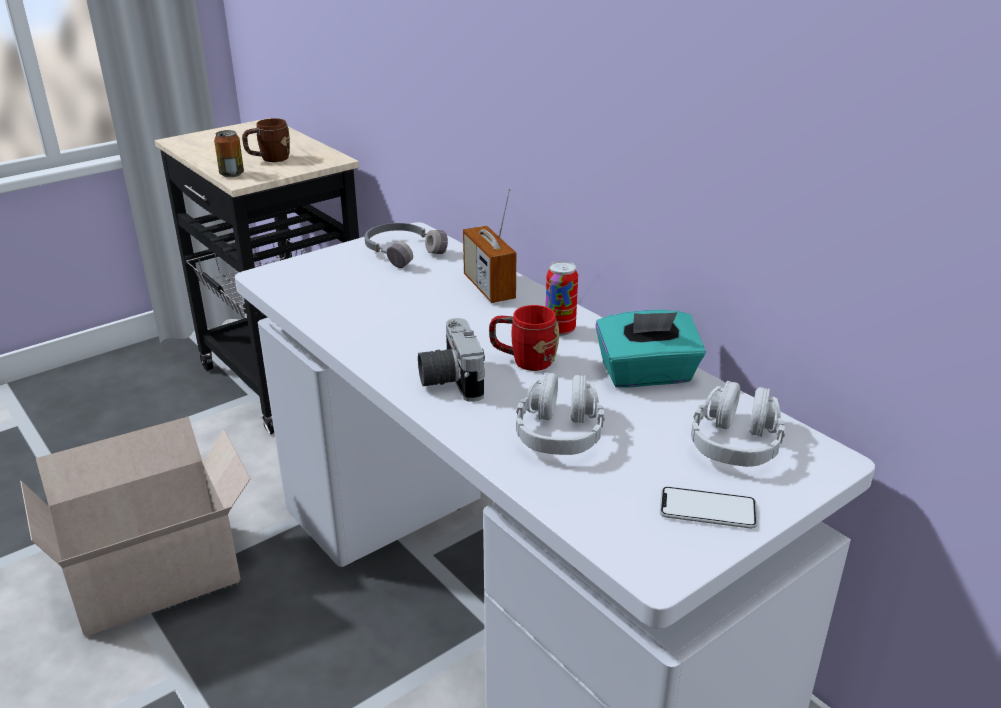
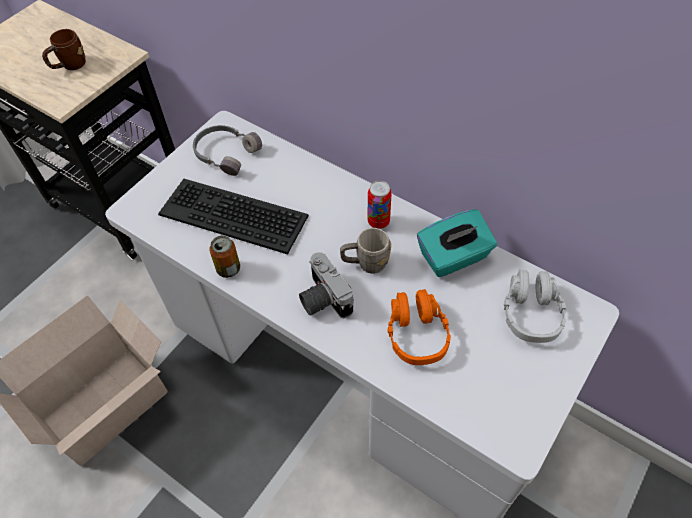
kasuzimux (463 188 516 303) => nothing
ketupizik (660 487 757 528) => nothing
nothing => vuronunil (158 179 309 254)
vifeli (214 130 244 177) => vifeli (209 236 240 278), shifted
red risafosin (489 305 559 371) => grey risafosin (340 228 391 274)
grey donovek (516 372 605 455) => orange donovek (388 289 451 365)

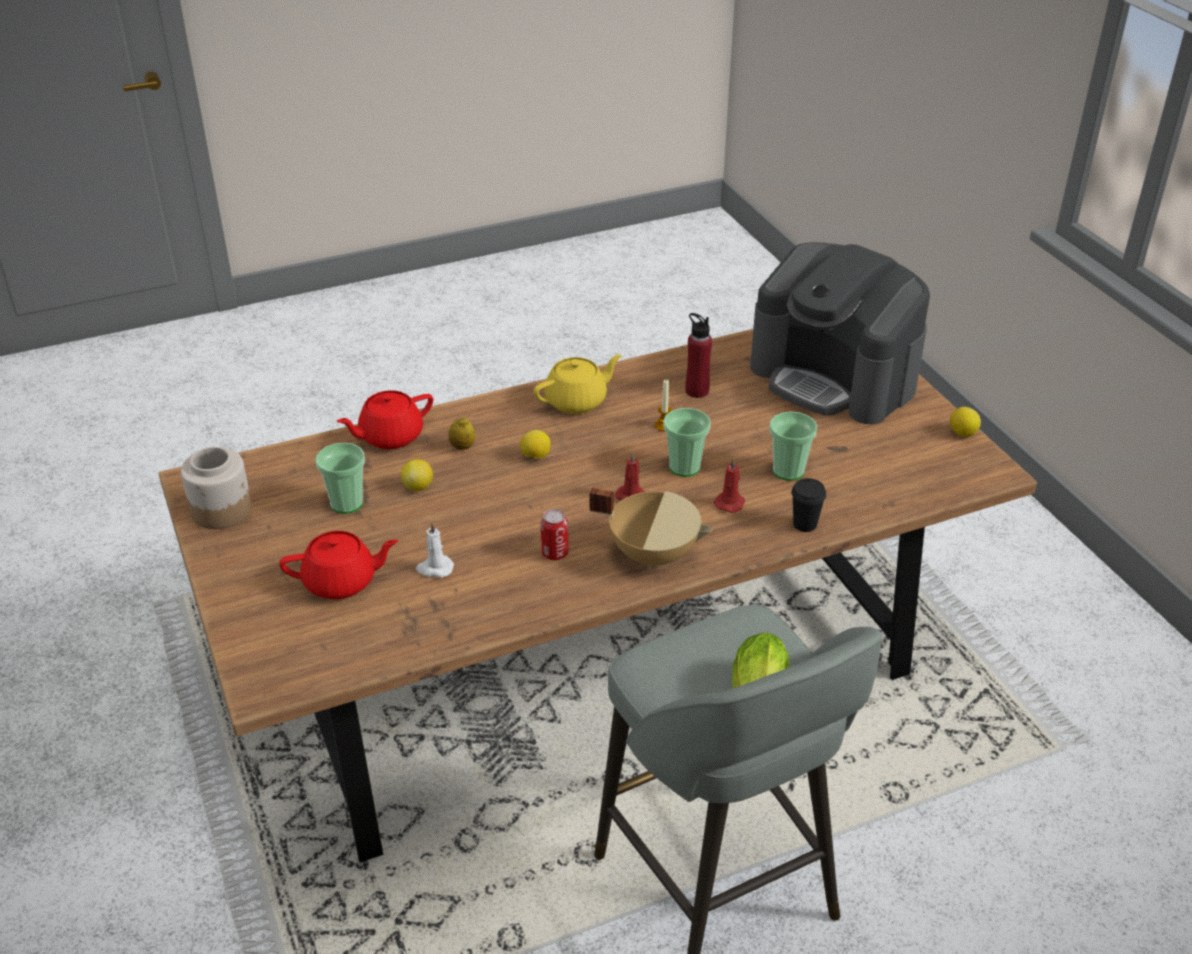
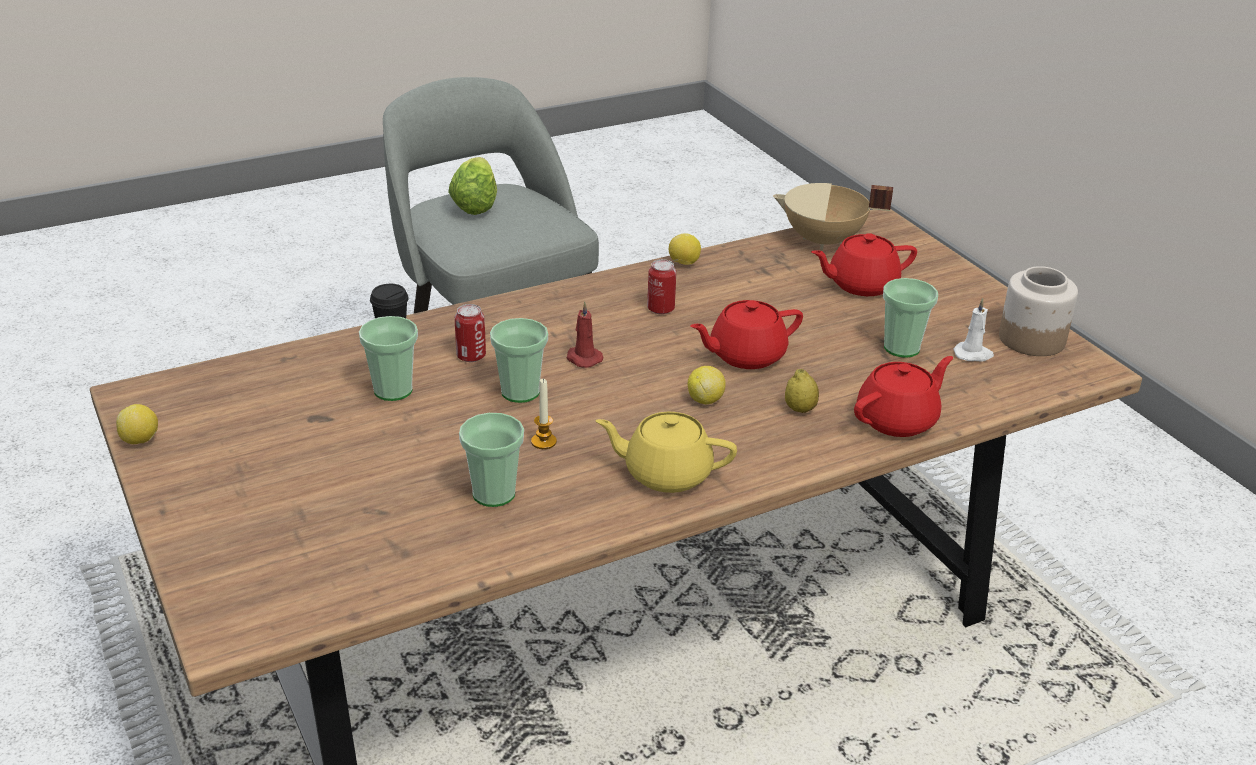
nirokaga (750 242 930 424) => nothing
nothing => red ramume (690 300 803 369)
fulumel (401 459 433 491) => fulumel (669 233 701 265), shifted
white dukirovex (416 522 454 578) => white dukirovex (953 298 994 362), shifted
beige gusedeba (590 488 713 569) => beige gusedeba (773 183 893 250), shifted
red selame (685 313 712 398) => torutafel (459 413 524 507)
red dukirovex (714 457 745 513) => vifeli (455 304 486 362)
yellow ramume (533 355 622 414) => yellow ramume (595 411 737 493), 45 degrees clockwise

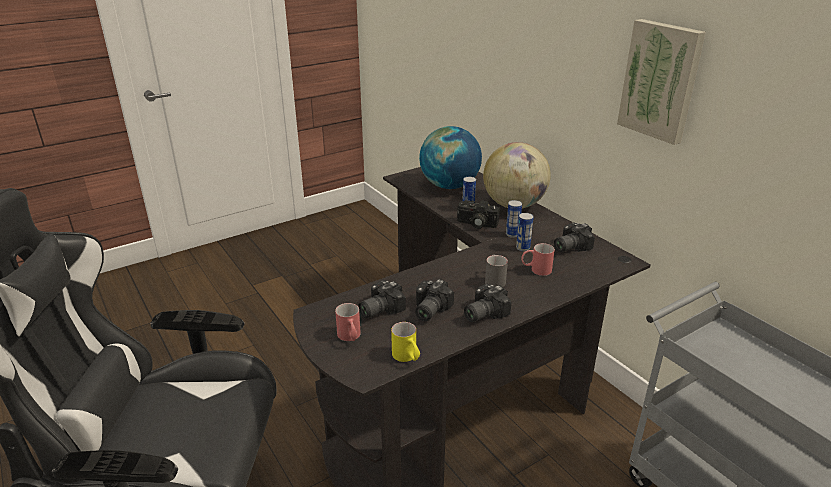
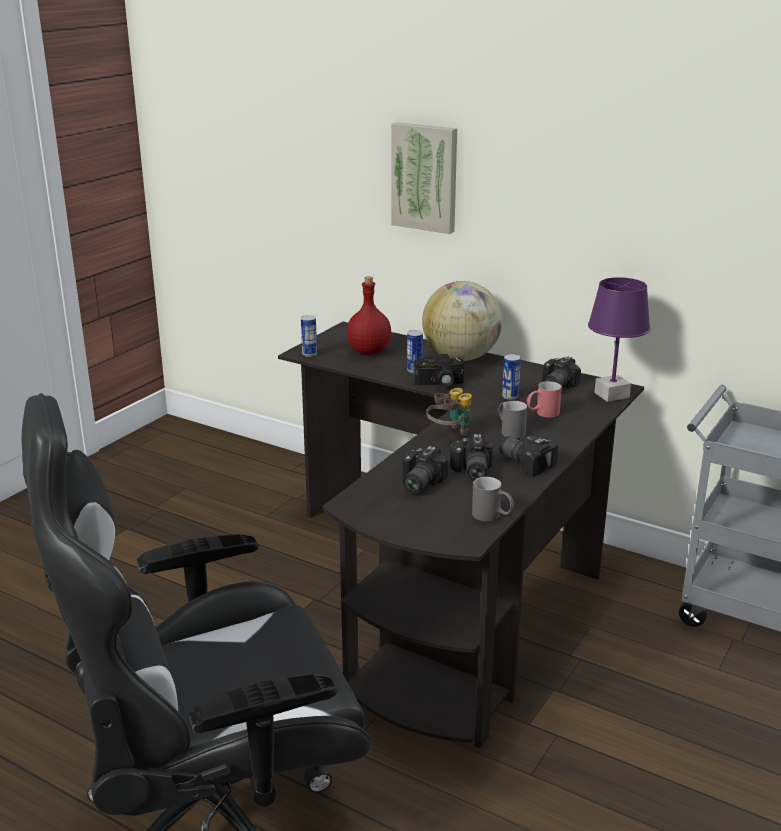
red risafosin (335 303 361 341) => nothing
nothing => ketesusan (426 388 472 436)
nothing => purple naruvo (588 277 650 402)
vifeli (506 200 522 238) => vifeli (301 315 317 357), shifted
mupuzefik (617 19 706 145) => mupuzefik (391 122 457 234), shifted
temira (419 126 482 189) => red selame (347 276 391 354)
yellow risafosin (391 322 420 362) => grey risafosin (472 477 514 522)
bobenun (464 284 511 322) => bobenun (500 436 558 477), 105 degrees clockwise

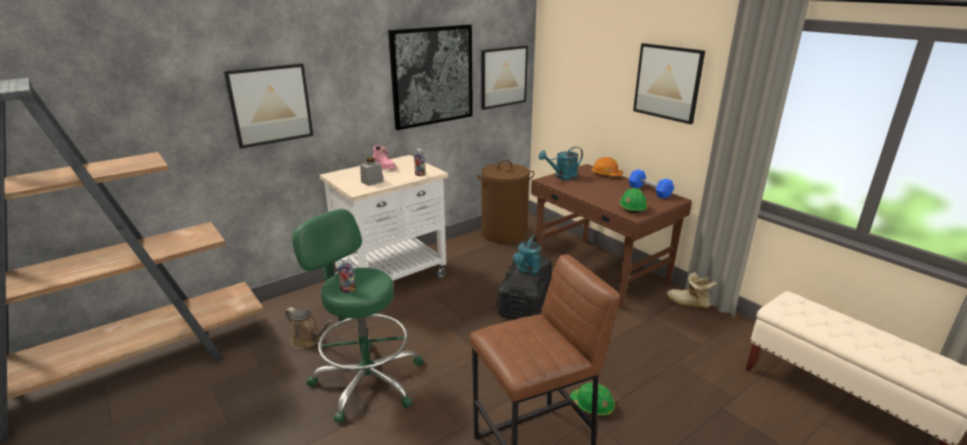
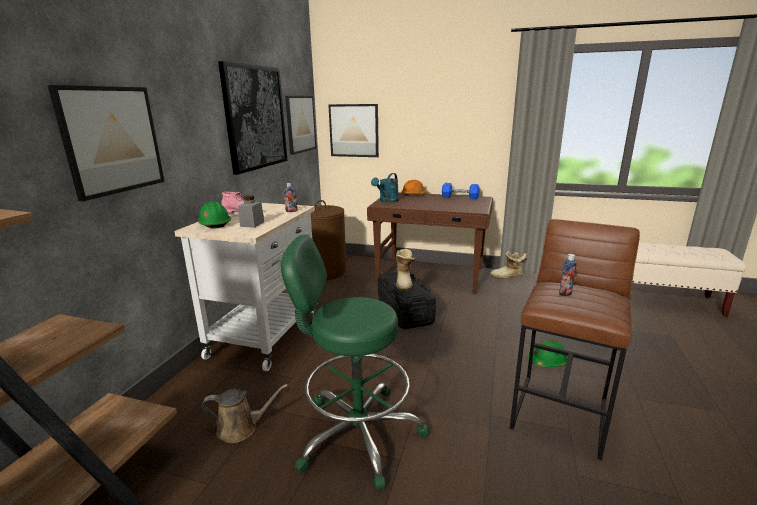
selame (338 257 356 293) => selame (559 254 577 296), shifted
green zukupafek (619 188 648 213) => green zukupafek (197 201 231 228), shifted
mupuzefik (633 43 705 124) => mupuzefik (328 104 379 157), shifted
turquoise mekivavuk (513 235 541 275) => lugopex (396 249 416 291)

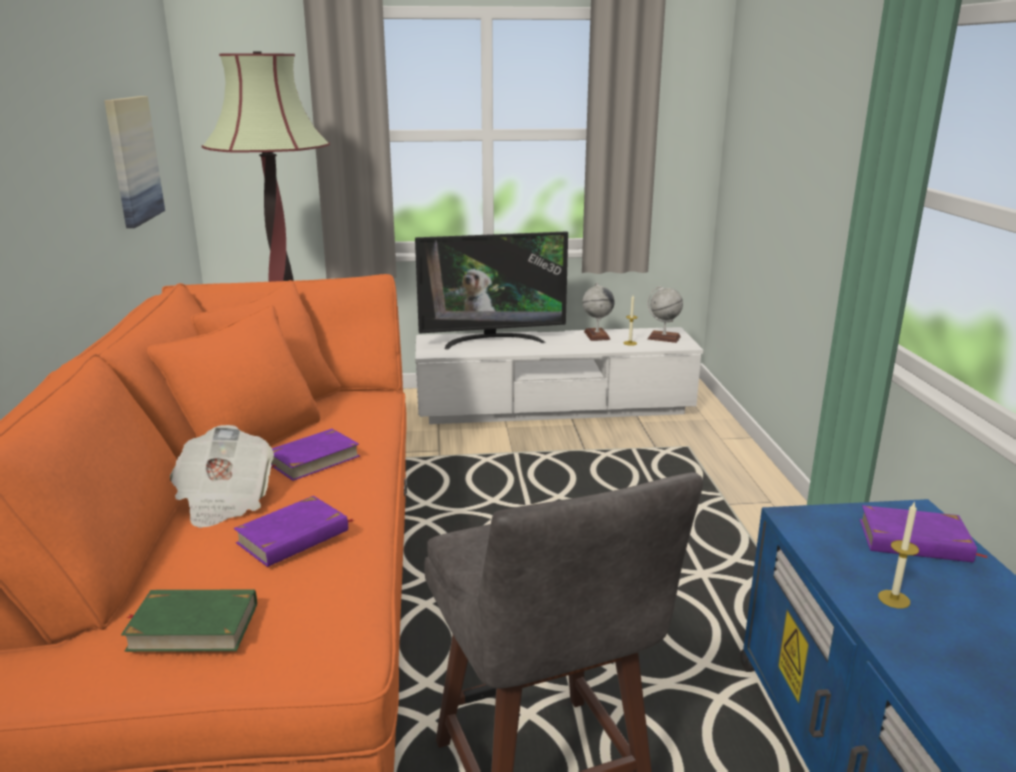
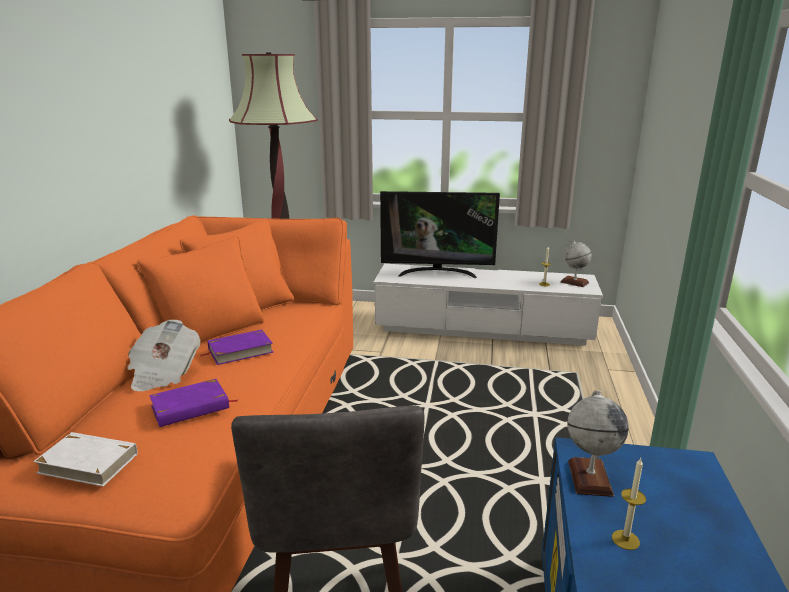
mupuzefik (104 96 165 228) => nothing
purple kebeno (860 505 988 562) => nothing
temira (582 283 615 341) => temira (567 390 629 497), shifted
green kebeno (121 590 257 652) => white kebeno (33 432 137 486)

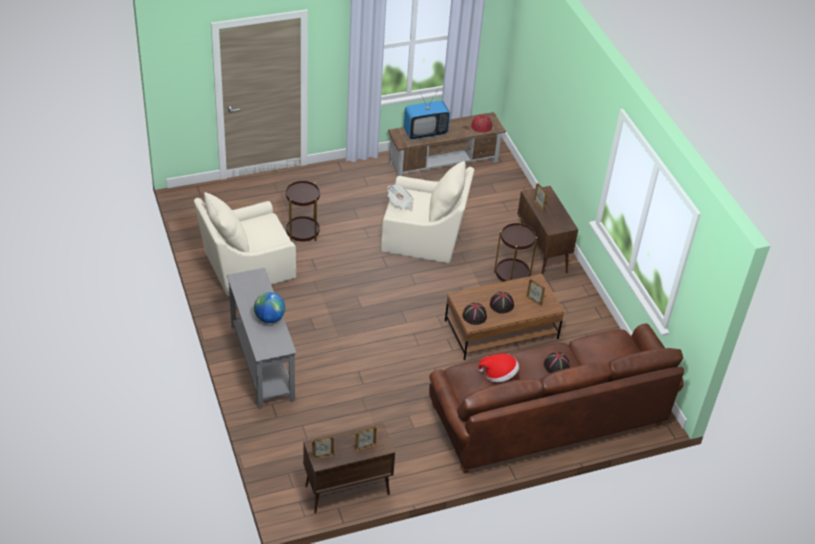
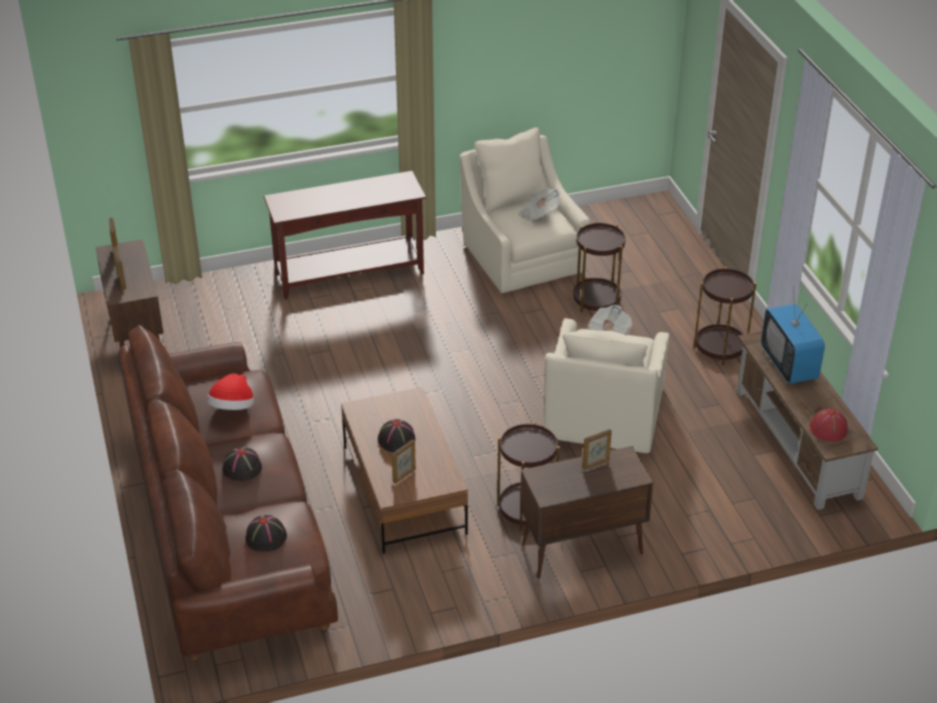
temira (254 292 285 323) => nothing
nothing => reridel (518 188 561 223)
nothing => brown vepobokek (693 267 756 365)
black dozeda (462 303 487 325) => black dozeda (246 515 287 552), shifted
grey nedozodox (227 268 297 409) => brown nedozodox (264 171 426 300)

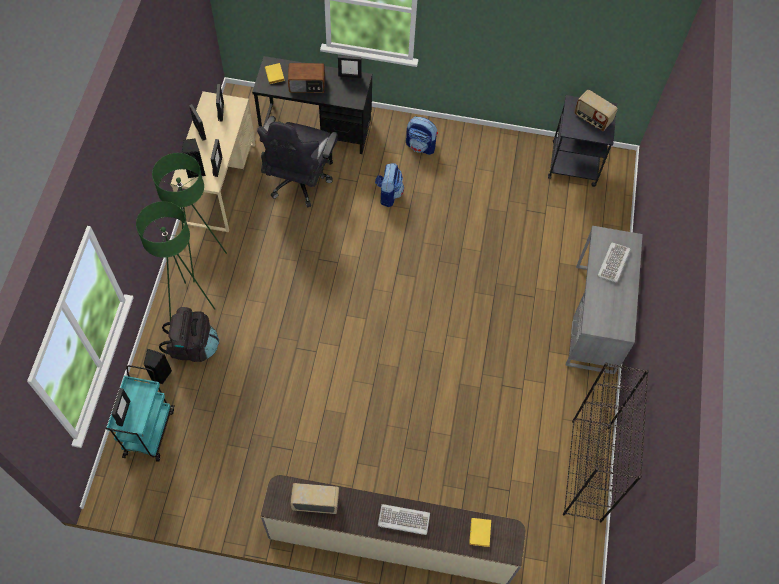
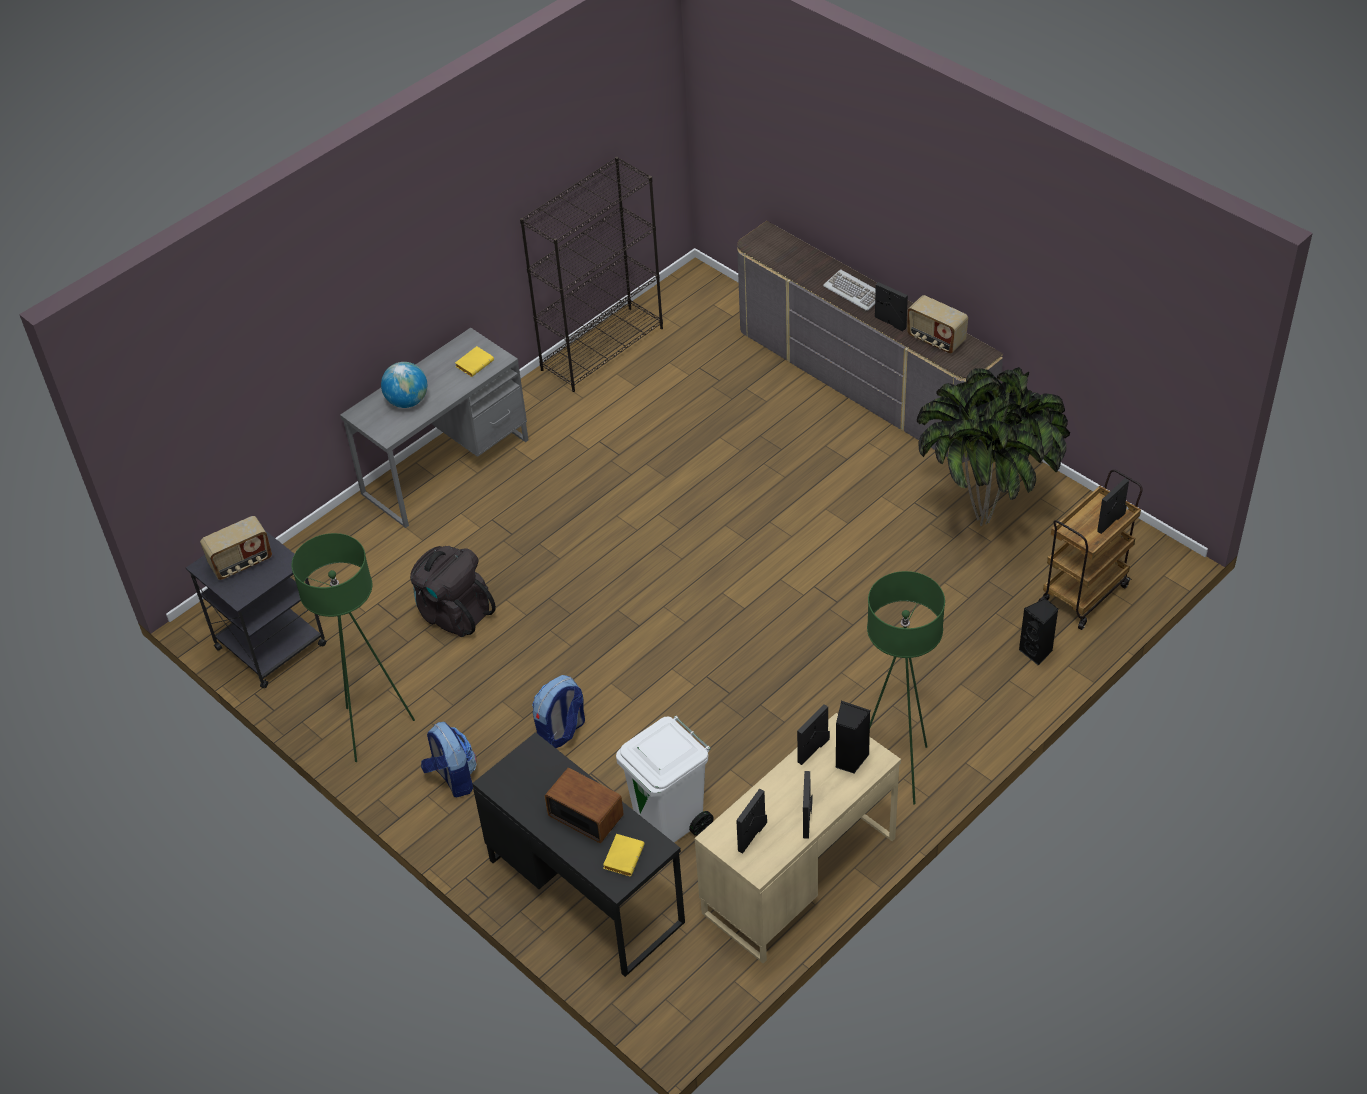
nothing => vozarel (917 367 1070 526)
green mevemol (136 201 215 322) => green mevemol (291 533 415 762), shifted
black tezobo (159 307 219 362) => black tezobo (410 546 496 637), shifted
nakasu (338 55 362 78) => nakasu (875 282 908 332), shifted
yellow kebeno (469 518 491 547) => yellow kebeno (455 346 494 377), shifted
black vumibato (257 116 338 208) => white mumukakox (616 716 714 843)
vuronunil (598 242 631 283) => temira (381 362 427 408)
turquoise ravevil (106 365 174 461) => brown ravevil (1038 469 1143 630)
kasuzimux (574 90 618 131) => kasuzimux (200 516 272 580), 75 degrees clockwise

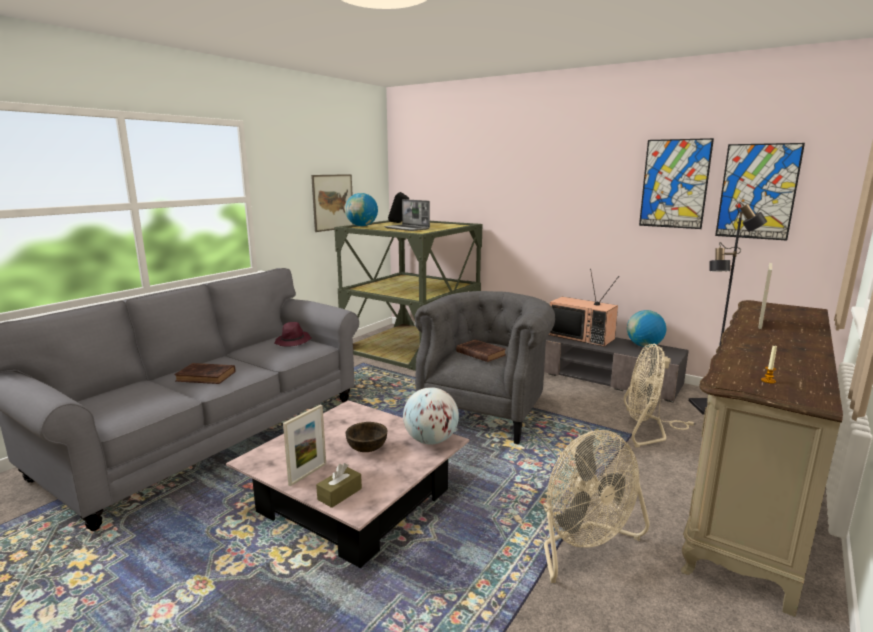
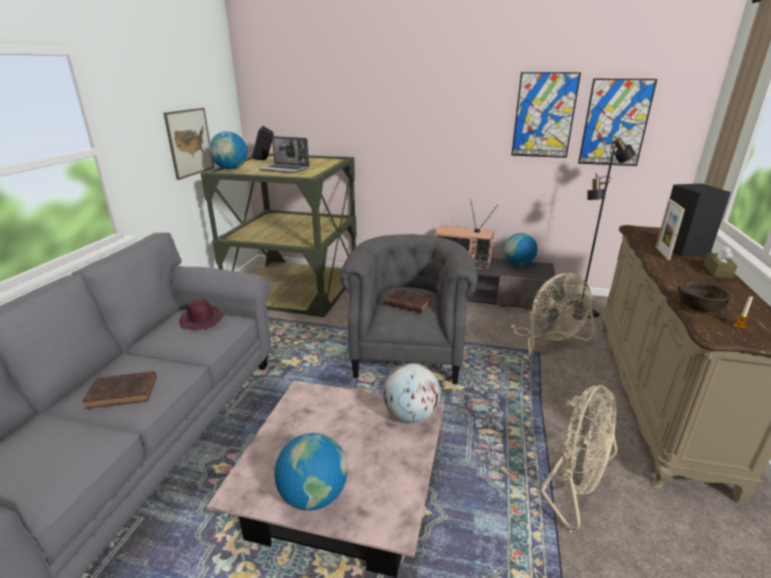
nothing => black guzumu (670 184 731 257)
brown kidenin (316 463 362 508) => brown kidenin (704 246 737 279), shifted
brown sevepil (345 422 387 452) => brown sevepil (678 281 732 312), shifted
nakasu (283 405 326 486) => temira (274 433 348 511)
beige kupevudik (624 344 696 448) => beige kupevudik (511 273 596 357), 105 degrees counterclockwise

